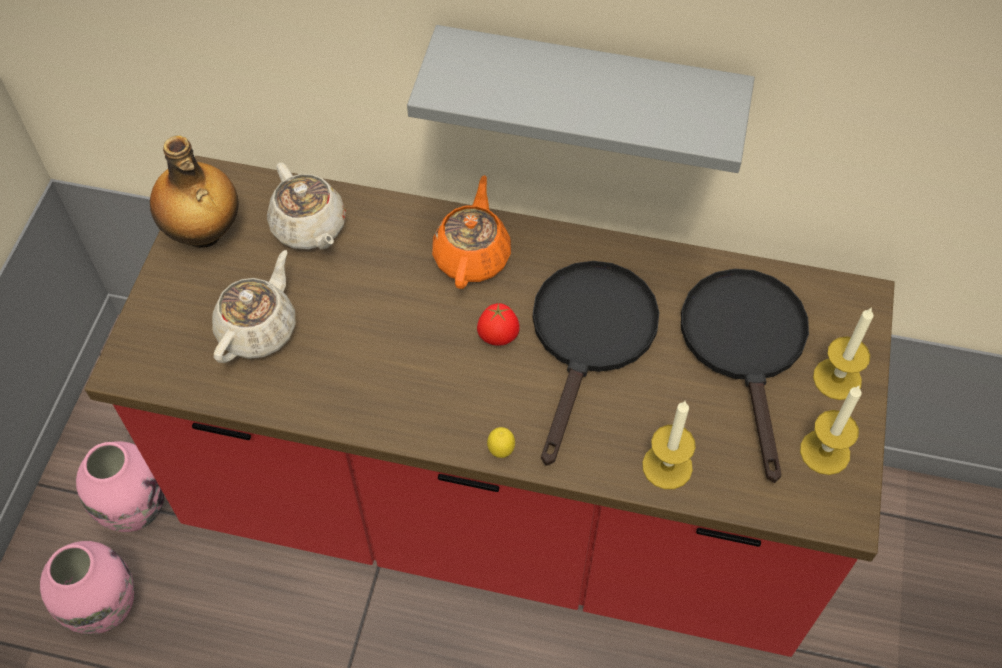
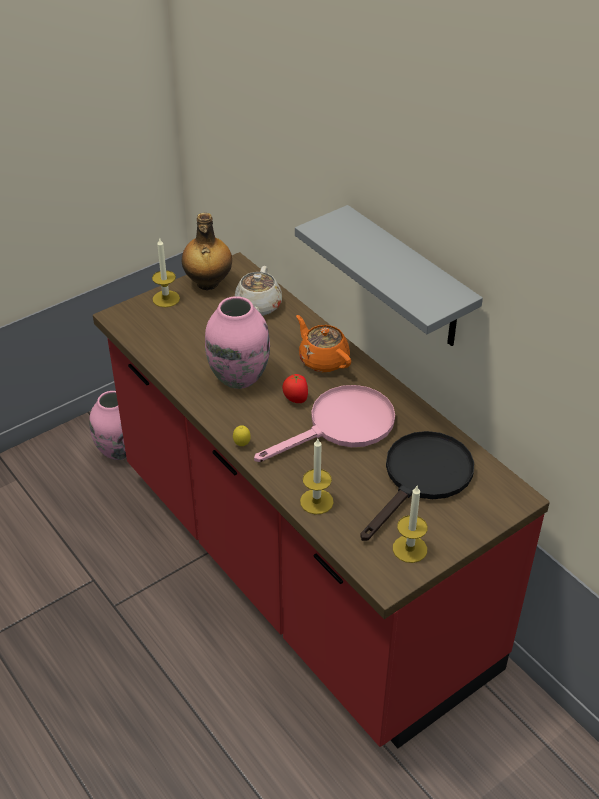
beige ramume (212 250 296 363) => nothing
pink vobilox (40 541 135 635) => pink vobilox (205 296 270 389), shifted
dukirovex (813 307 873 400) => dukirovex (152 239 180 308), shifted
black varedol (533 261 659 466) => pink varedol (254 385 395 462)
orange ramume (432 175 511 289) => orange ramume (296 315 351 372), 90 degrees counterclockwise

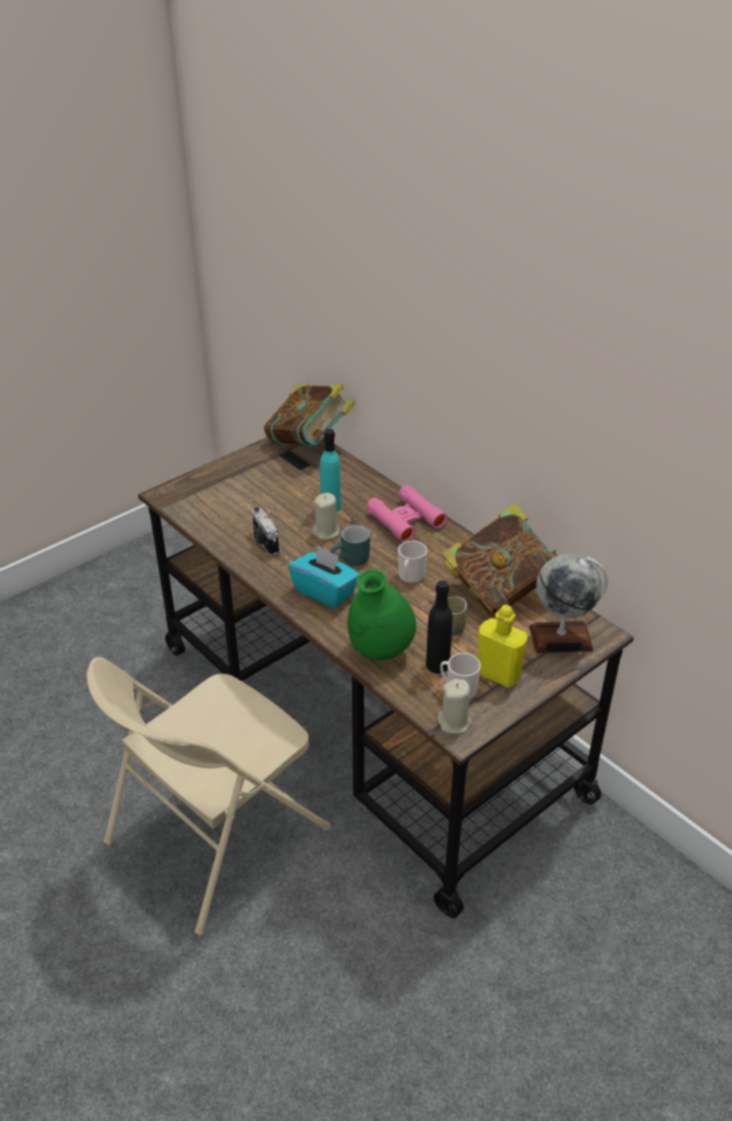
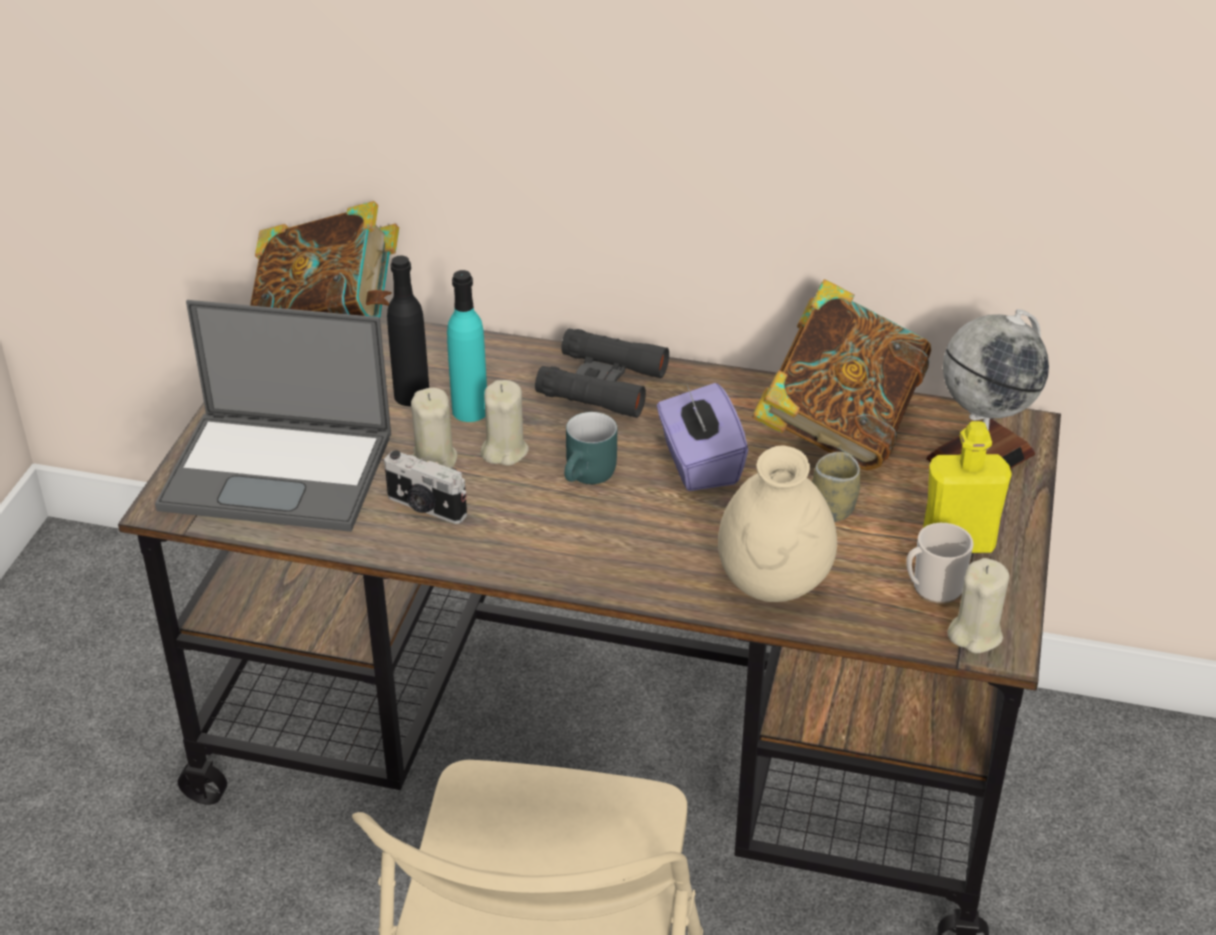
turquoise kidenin (288 545 360 609) => nothing
nothing => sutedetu (155 300 391 532)
nothing => beige dukirovex (411 388 457 468)
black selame (426 580 453 674) => black selame (387 256 429 406), shifted
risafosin (398 541 427 584) => purple kidenin (657 383 748 491)
green vobilox (347 569 416 660) => beige vobilox (718 445 837 602)
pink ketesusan (366 485 448 542) => black ketesusan (535 328 669 418)

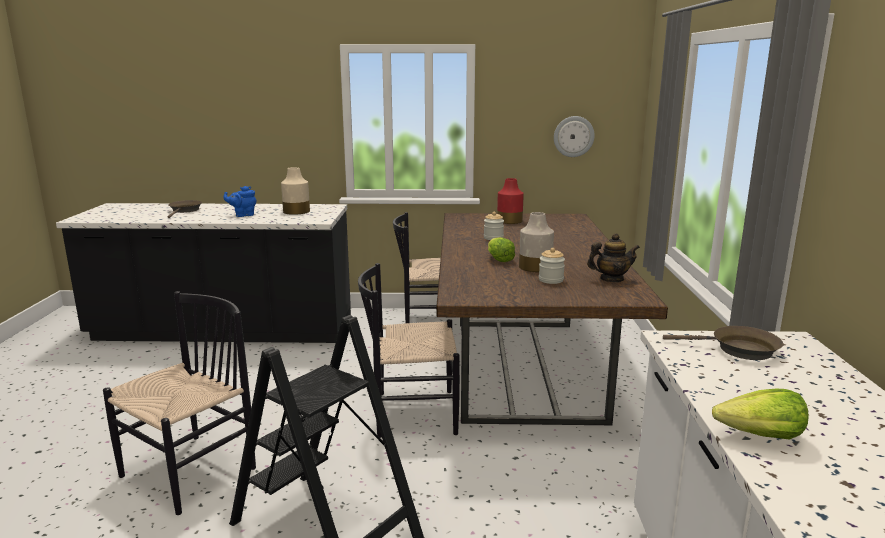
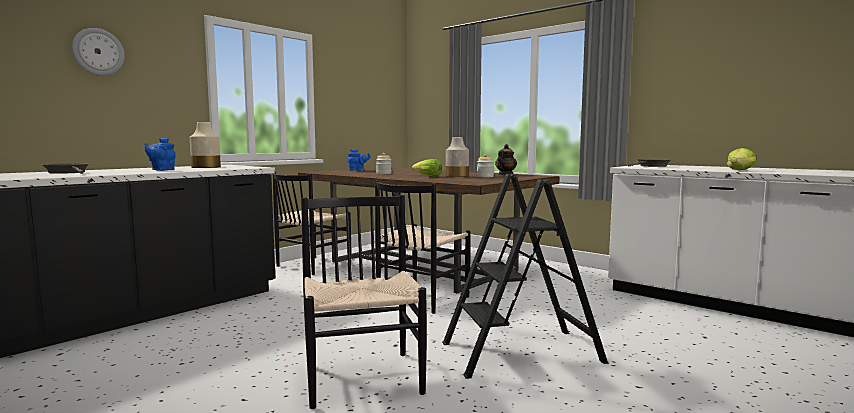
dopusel (554 116 595 157) => dopusel (72 28 125 76), shifted
red vobilox (497 178 524 224) => blue ramume (347 149 370 171)

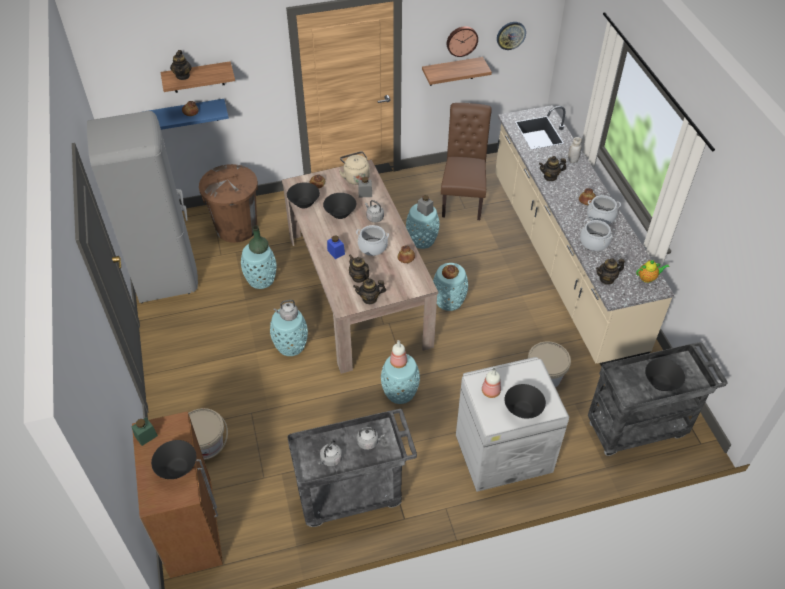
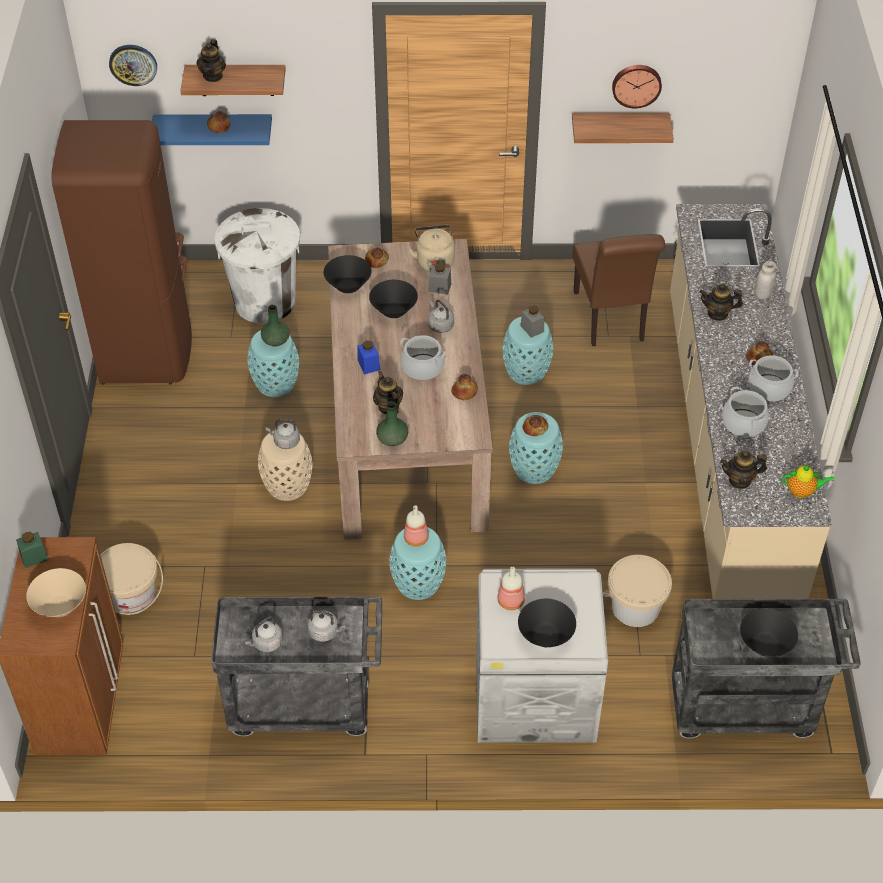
dopusel (497 22 526 50) => dopusel (109 45 157 86), shifted
ramume (353 278 386 304) => green vobilox (376 401 408 446)
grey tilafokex (87 111 198 303) => brown tilafokex (51 120 192 385)
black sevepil (151 440 196 479) => beige sevepil (26 568 86 617)
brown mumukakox (199 164 258 243) => white mumukakox (214 208 300 324)
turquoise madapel (270 309 308 356) => beige madapel (258 431 312 501)
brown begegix (441 103 492 220) => brown begegix (572 234 665 346), 150 degrees clockwise

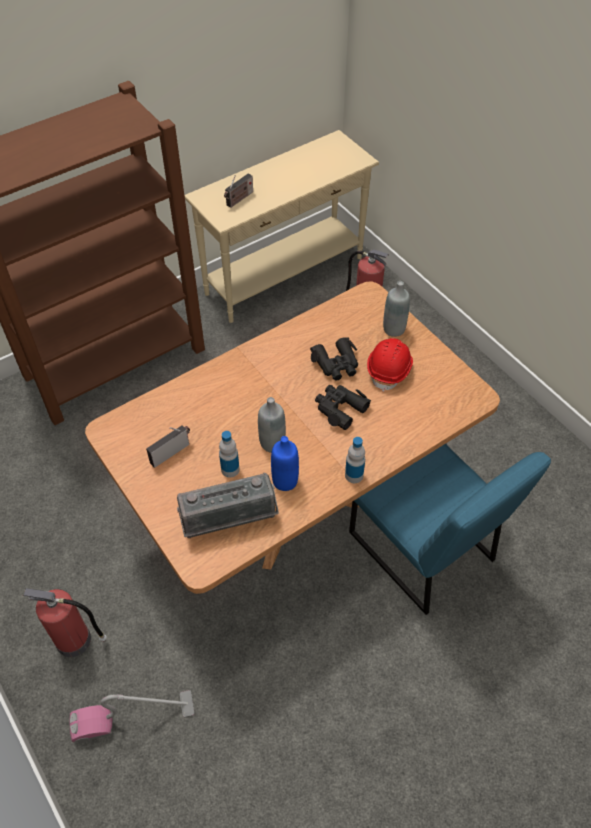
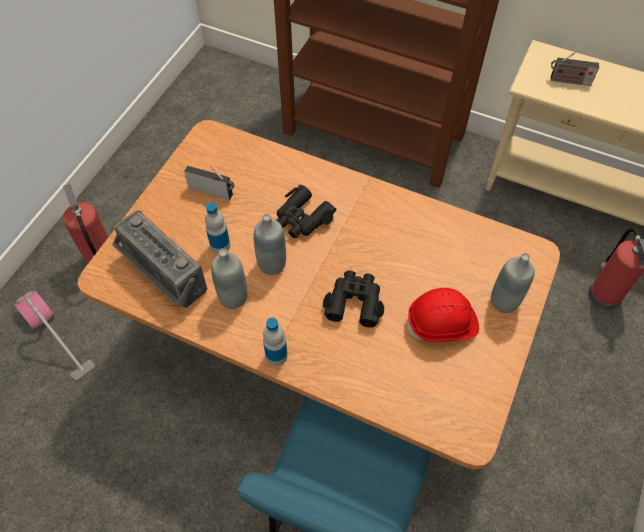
black ketesusan (310 337 358 381) => black ketesusan (276 184 337 238), shifted
blue selame (271 436 299 491) => grey selame (211 249 247 309)

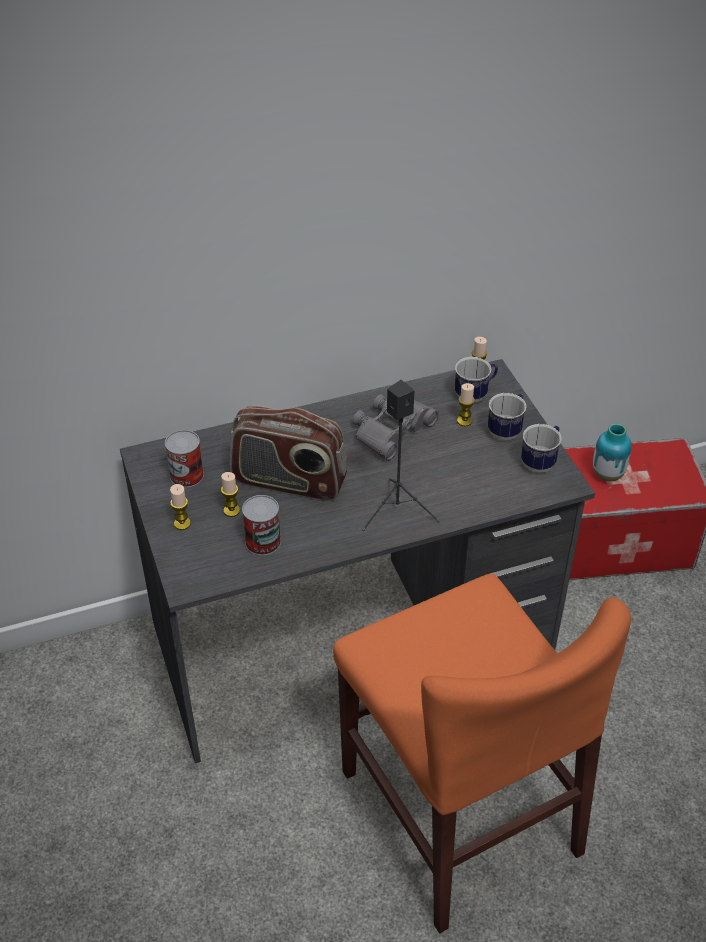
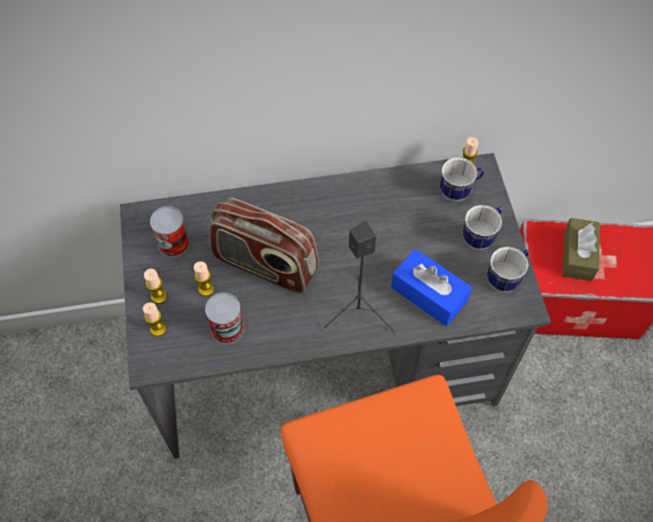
grey ketesusan (352 395 439 461) => nothing
nothing => blue kidenin (391 249 472 326)
dukirovex (457 383 475 426) => dukirovex (143 302 166 336), shifted
vobilox (593 423 631 482) => brown kidenin (562 218 600 281)

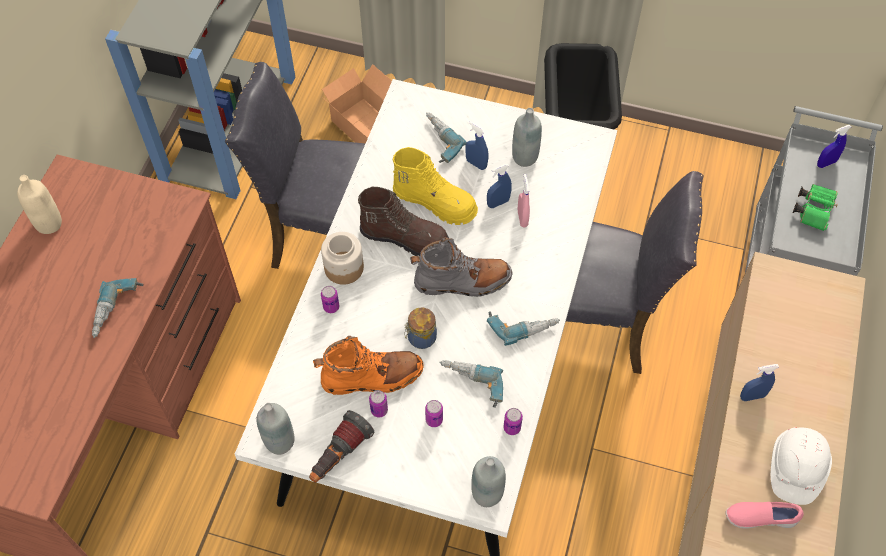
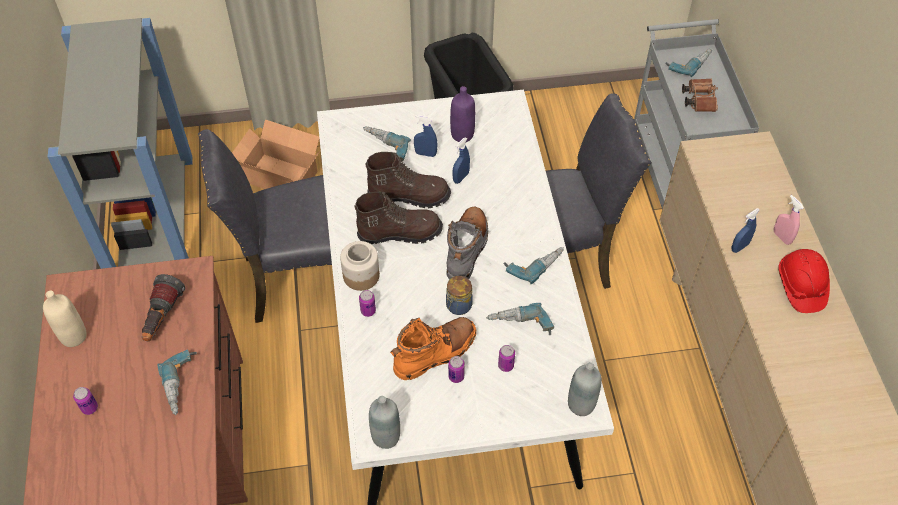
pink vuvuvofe (725 502 804 529) => nothing
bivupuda (309 410 374 483) => bivupuda (142 274 185 341), shifted
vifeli (504 408 523 435) => vifeli (73 387 98 415), shifted
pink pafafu (518 174 530 227) => pink pafafu (774 195 804 245), shifted
blue pafafu (817 125 851 168) => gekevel (665 48 712 77)
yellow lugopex (393 147 478 225) => brown lugopex (366 152 451 208)
grey selame (512 108 542 167) => purple selame (450 86 475 142)
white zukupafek (771 427 832 505) => red zukupafek (778 249 830 313)
green ketesusan (793 184 838 231) => brown ketesusan (682 79 718 112)
grey lugopex (410 237 513 297) => grey lugopex (446 206 488 280), 45 degrees counterclockwise

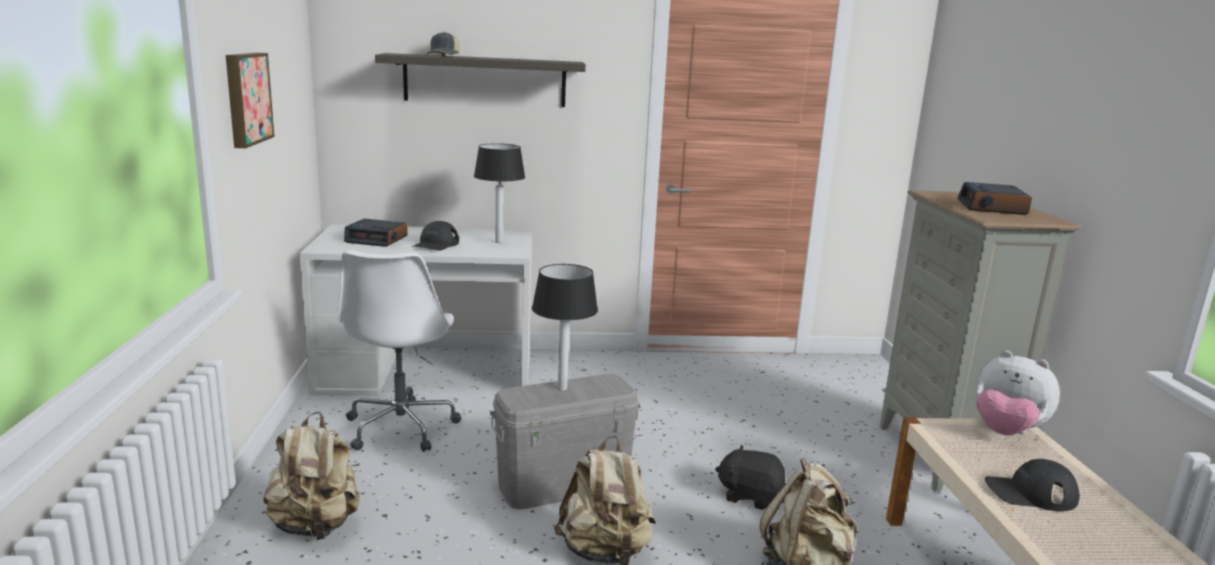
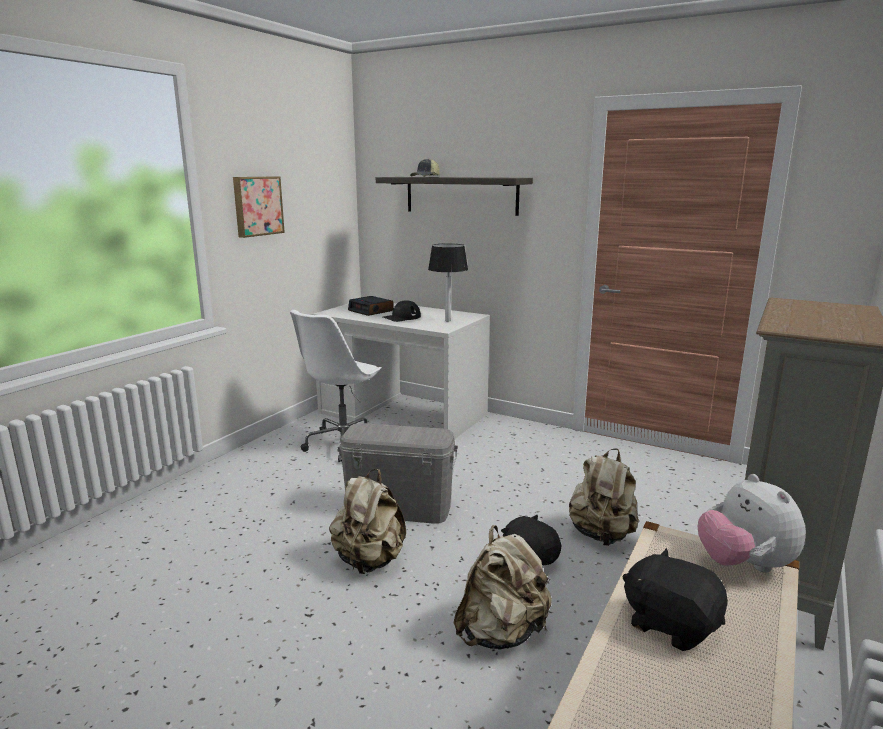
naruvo (532 264 598 391) => nothing
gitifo (957 182 1032 215) => nothing
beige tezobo (263 412 360 540) => beige tezobo (569 448 639 546), shifted
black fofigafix (985 459 1080 511) => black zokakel (623 548 728 651)

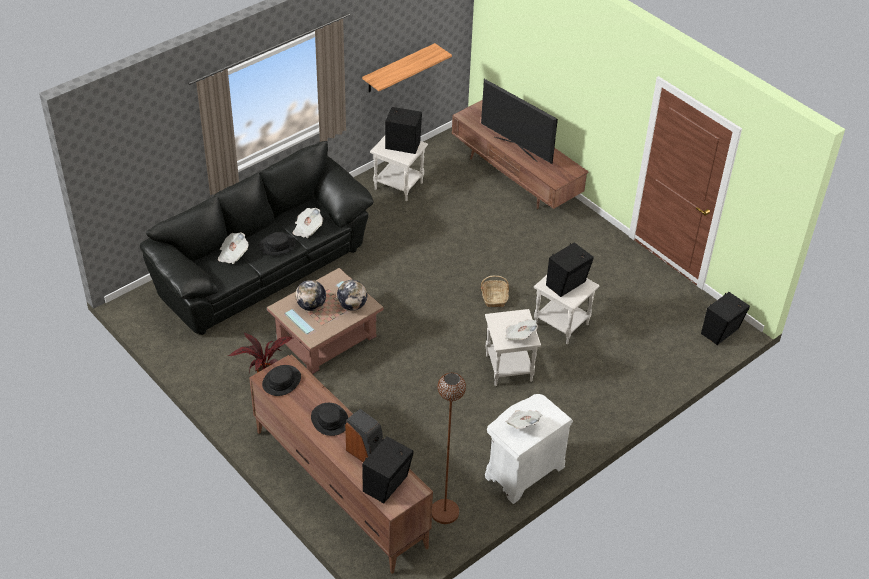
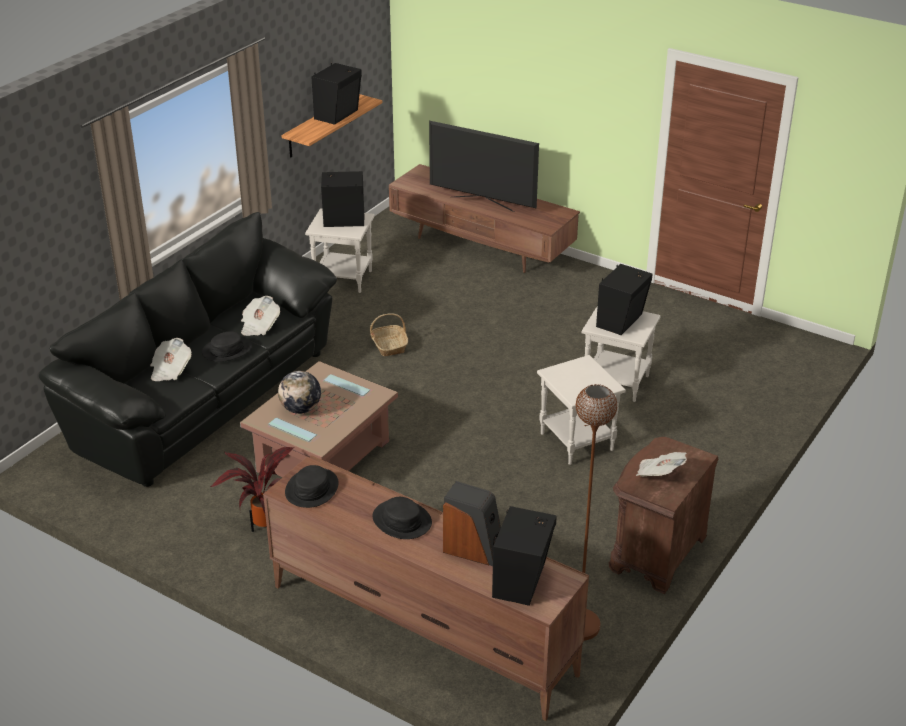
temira (337 280 367 311) => nothing
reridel (505 319 538 340) => nothing
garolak (481 276 509 307) => garolak (370 313 408 356), shifted
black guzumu (701 292 750 345) => black guzumu (311 63 362 125), shifted
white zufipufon (485 394 573 504) => brown zufipufon (609 437 718 594)

